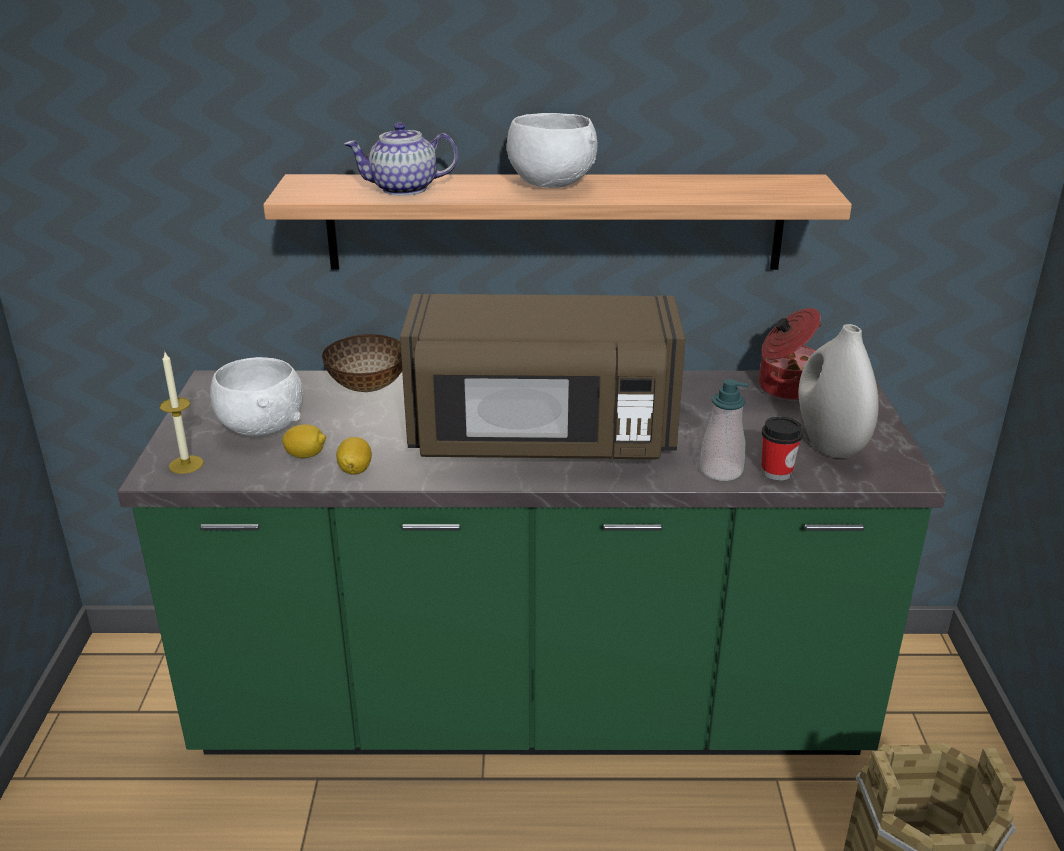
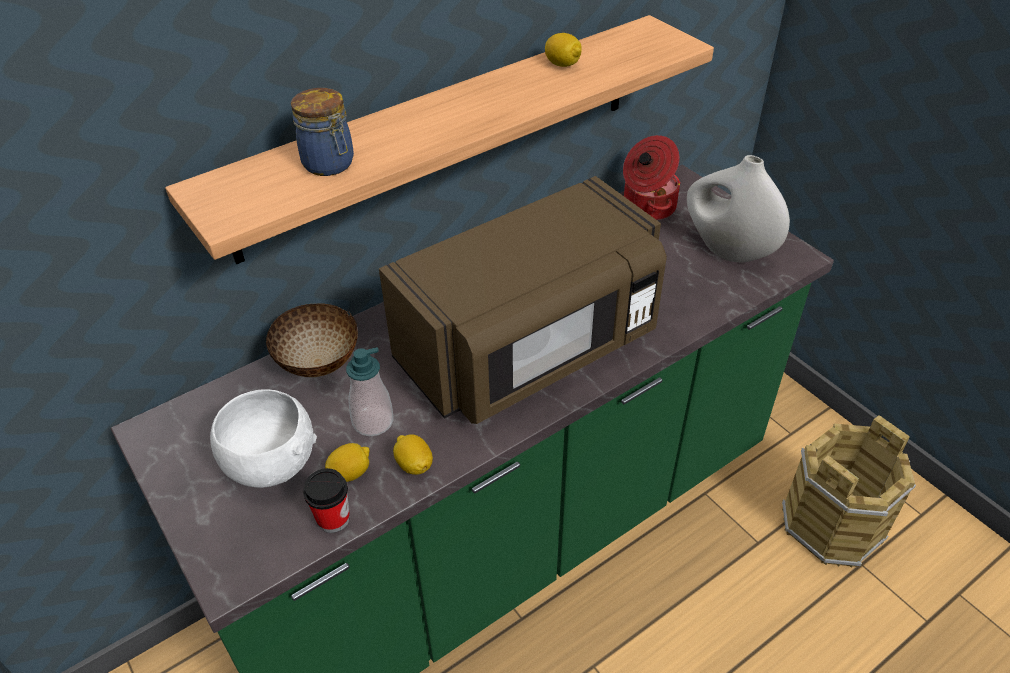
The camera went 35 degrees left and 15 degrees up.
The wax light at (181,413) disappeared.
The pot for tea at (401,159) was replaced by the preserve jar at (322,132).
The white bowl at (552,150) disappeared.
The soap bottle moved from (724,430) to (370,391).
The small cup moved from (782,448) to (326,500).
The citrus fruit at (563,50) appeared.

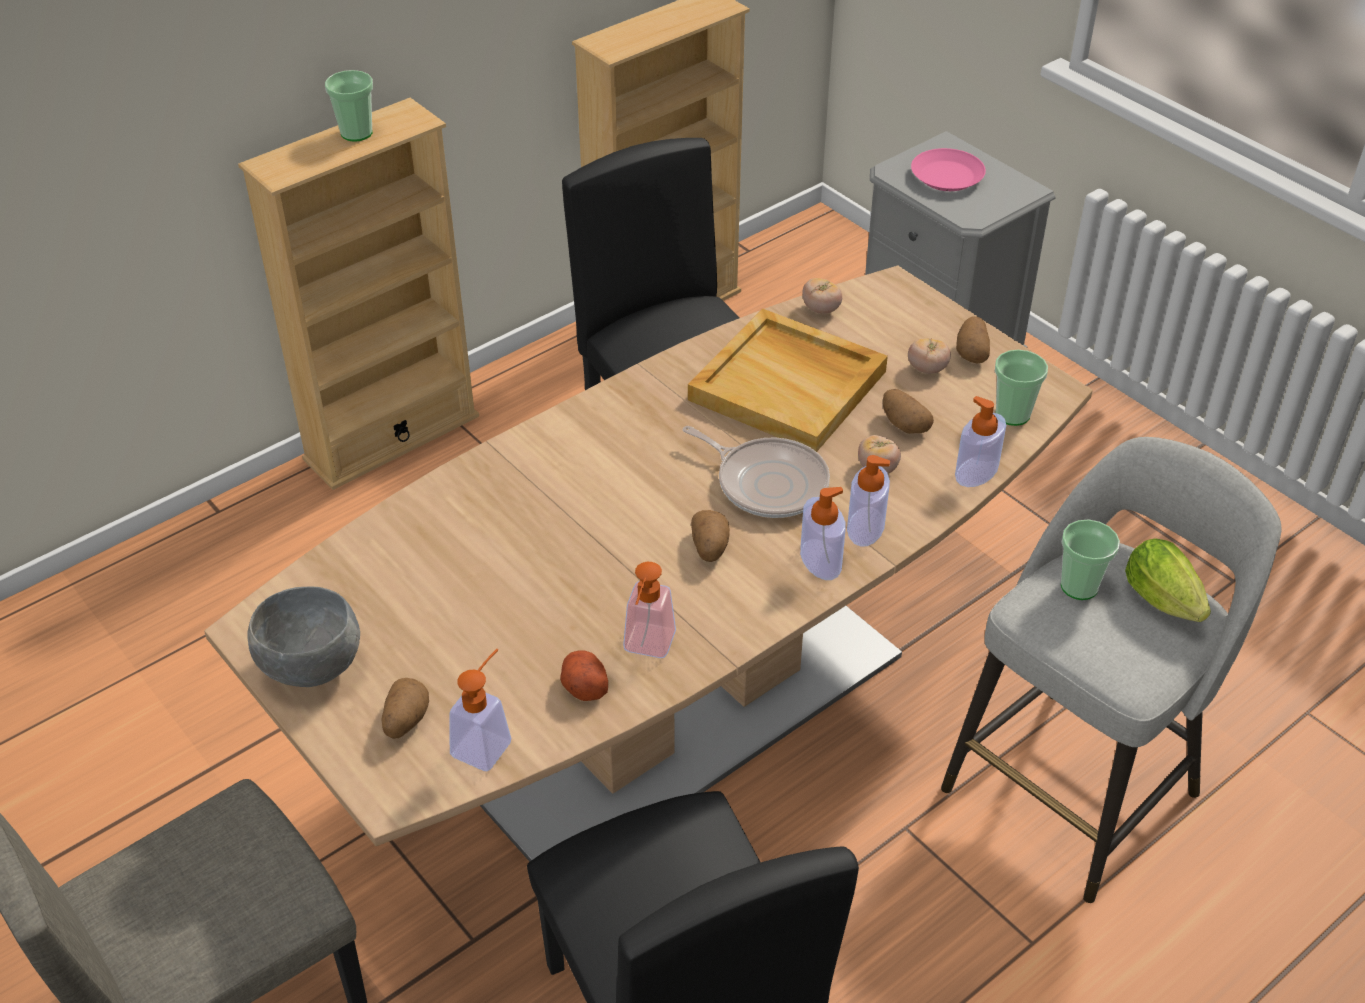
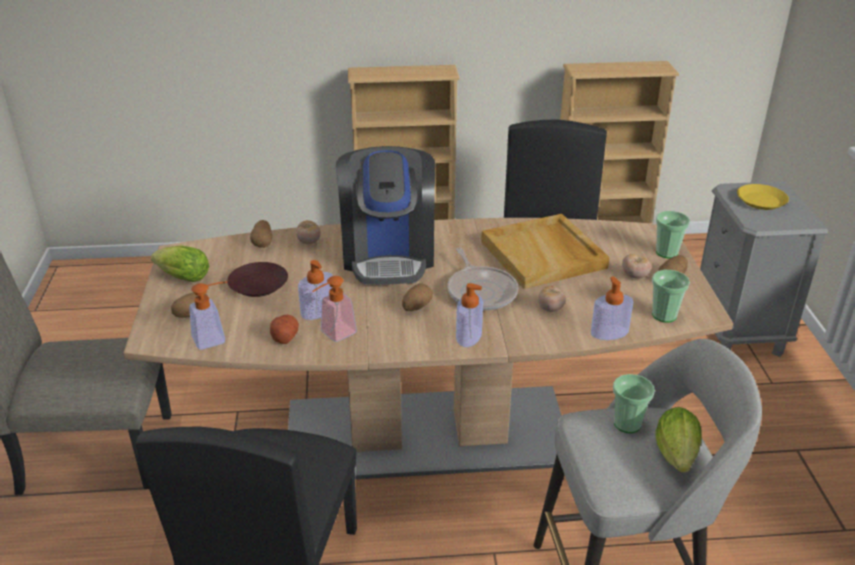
The camera went 35 degrees right and 10 degrees down.
The grey bowl at (303,636) was replaced by the lettuce head at (180,263).
The small cup moved from (349,105) to (673,234).
The tomato moved from (822,296) to (308,232).
The soap bottle moved from (868,501) to (315,290).
The whole potato moved from (908,411) to (261,234).
The pinkish plate at (948,169) became the yellow-coloured plate at (763,197).
The brown-coloured plate at (257,279) appeared.
The coffee machine at (385,215) appeared.

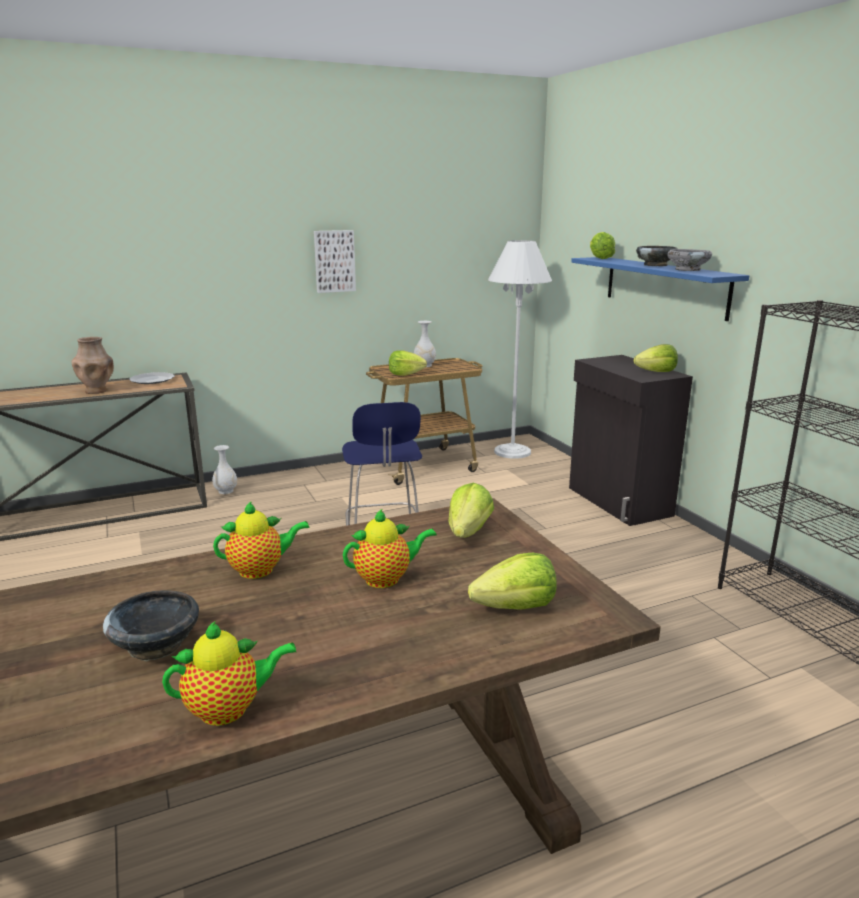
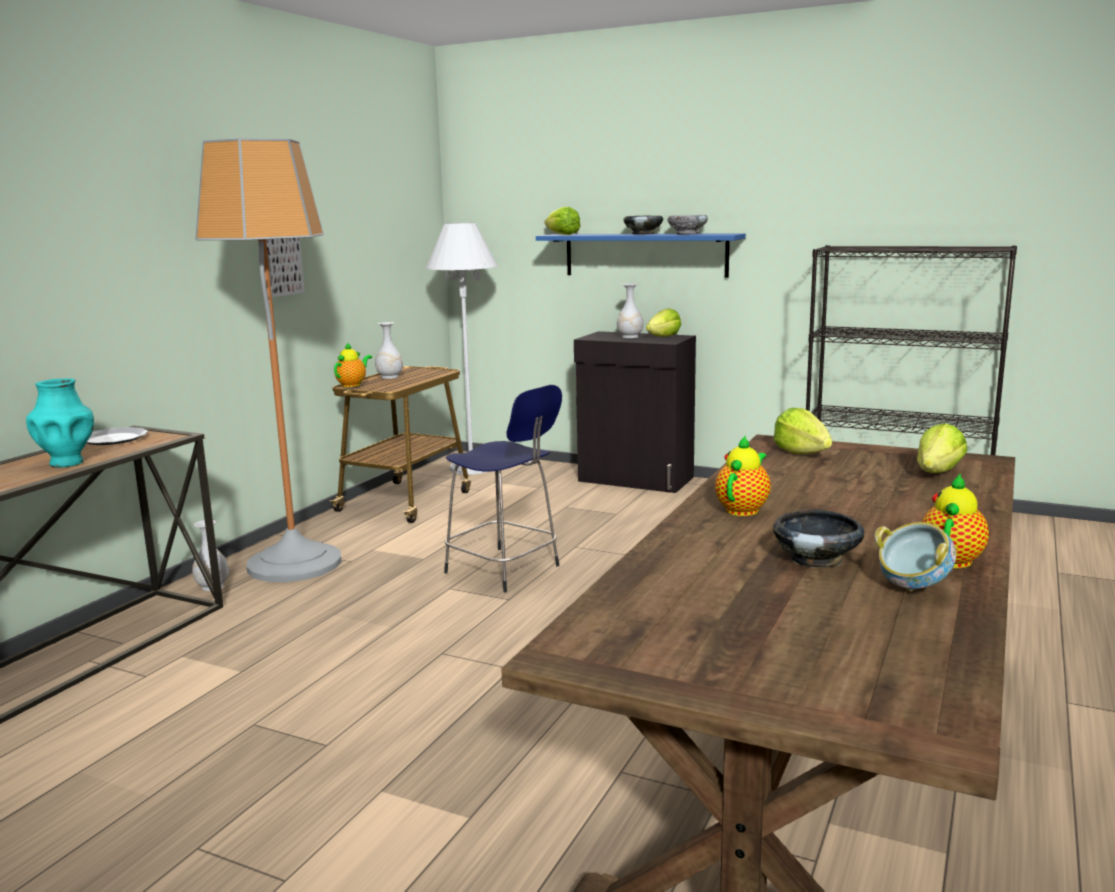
The camera went 40 degrees left and 5 degrees down.
The brown-coloured decorative vase at (93,365) became the turquoise decorative vase at (60,423).
The pot for tea moved from (390,548) to (353,364).
The lettuce head at (408,363) disappeared.
The floor lamp at (268,360) appeared.
The white decorative vase at (630,310) appeared.
The bowl at (915,556) appeared.

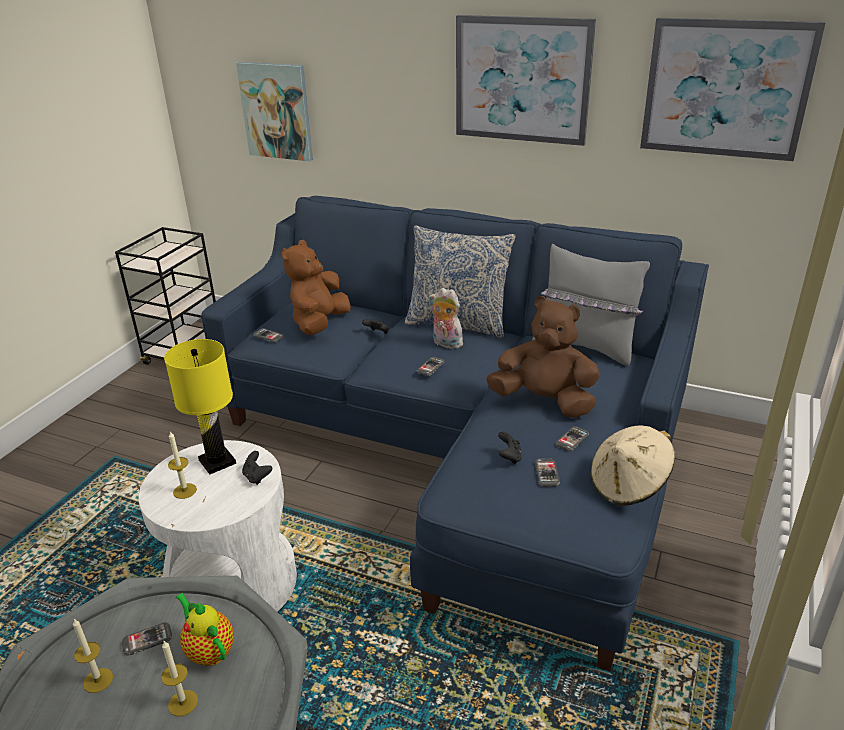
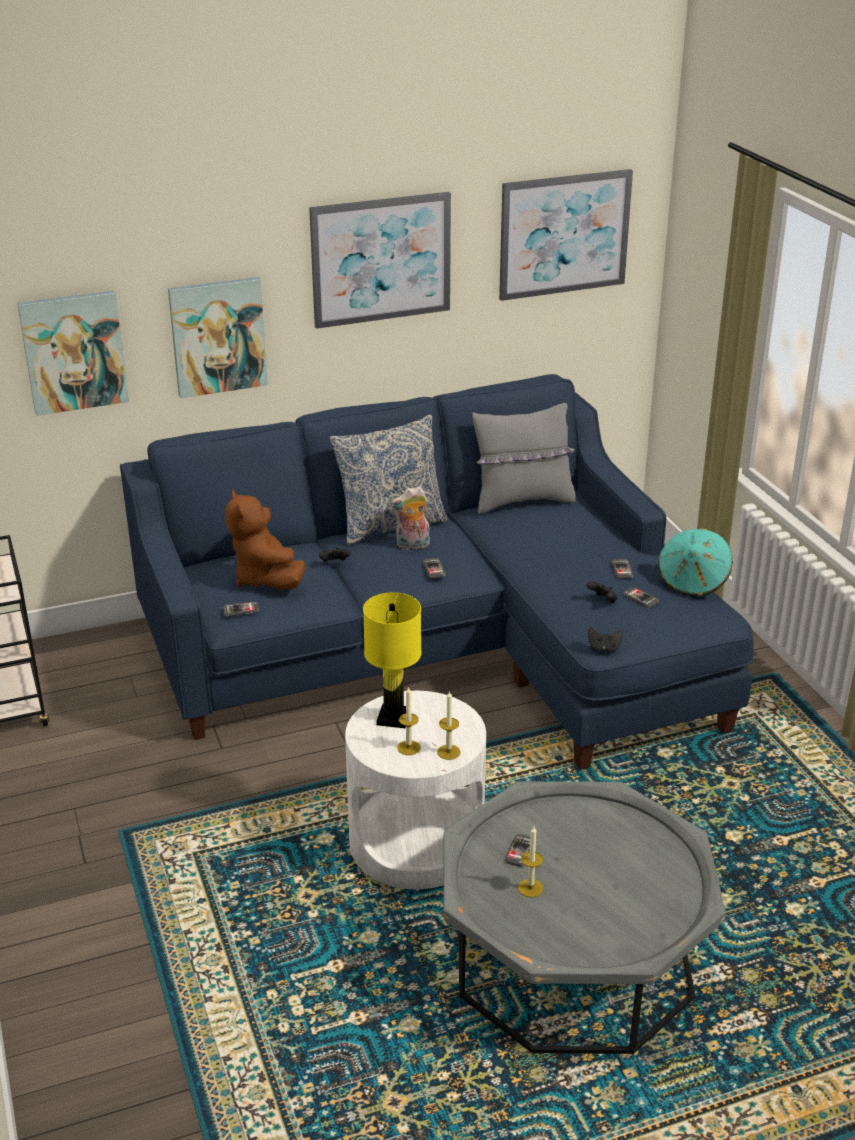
The camera went 45 degrees left and 0 degrees up.
The wax light moved from (179,678) to (448,725).
The pot for tea at (205,629) disappeared.
The black game controller moved from (257,468) to (605,639).
The brown-coloured cuddly toy at (543,357) disappeared.
The beige hat at (632,466) became the turquoise hat at (695,562).
The wall picture at (218,337) appeared.

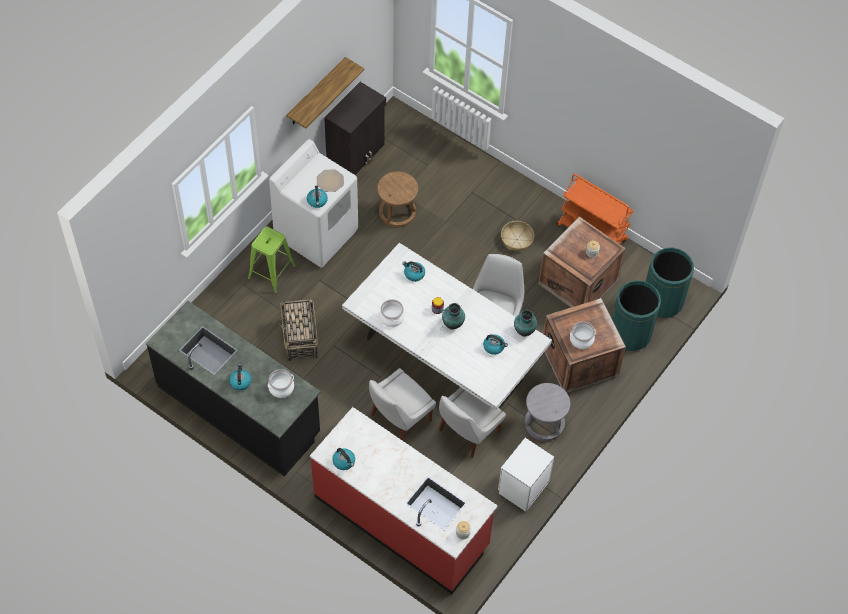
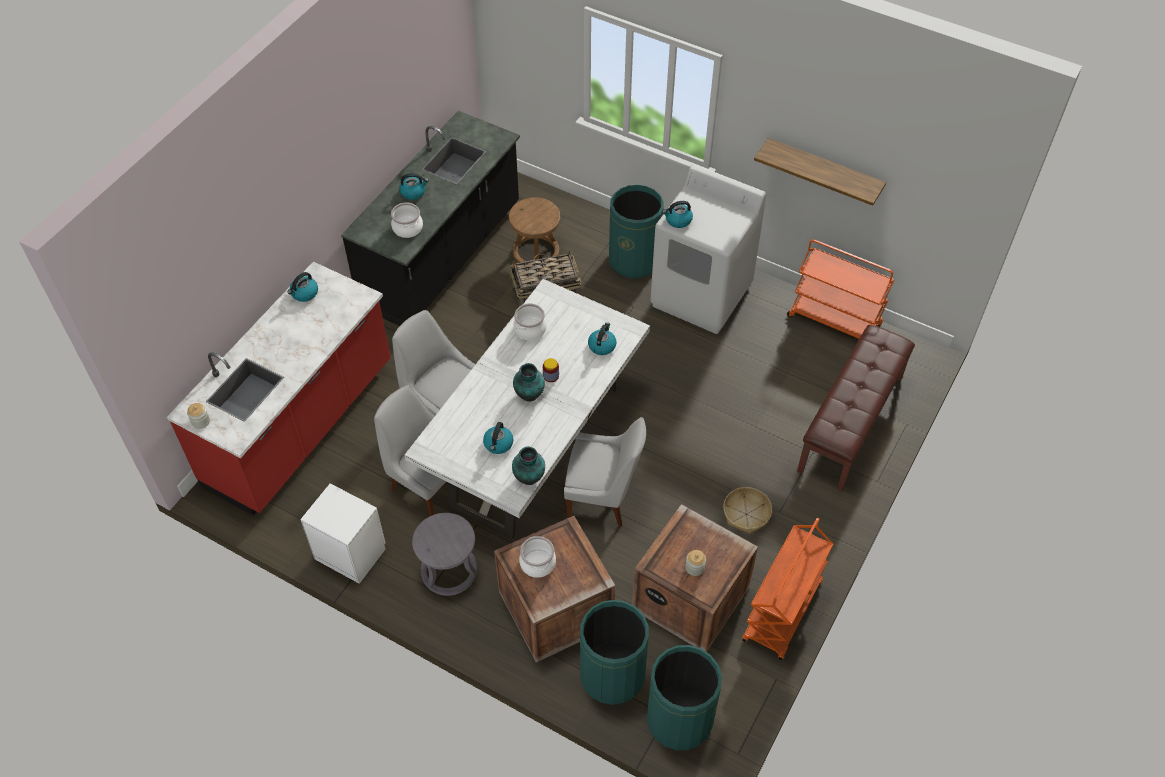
The camera went 85 degrees right and 5 degrees down.
The green sitting stool at (272,259) was replaced by the green rubbish bin at (636,232).
The plate at (330,180) disappeared.
The black storage cabinet at (355,128) was replaced by the orange trolley at (840,289).
The brown-coloured sitting stool moved from (397,199) to (534,230).
The brown-coloured long seat at (856,408) appeared.

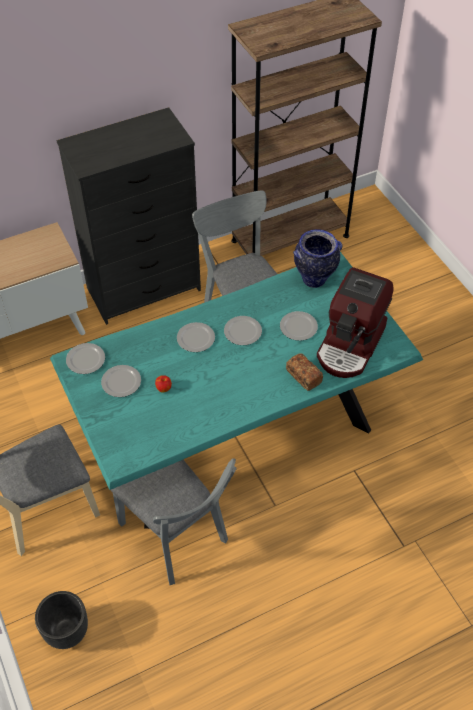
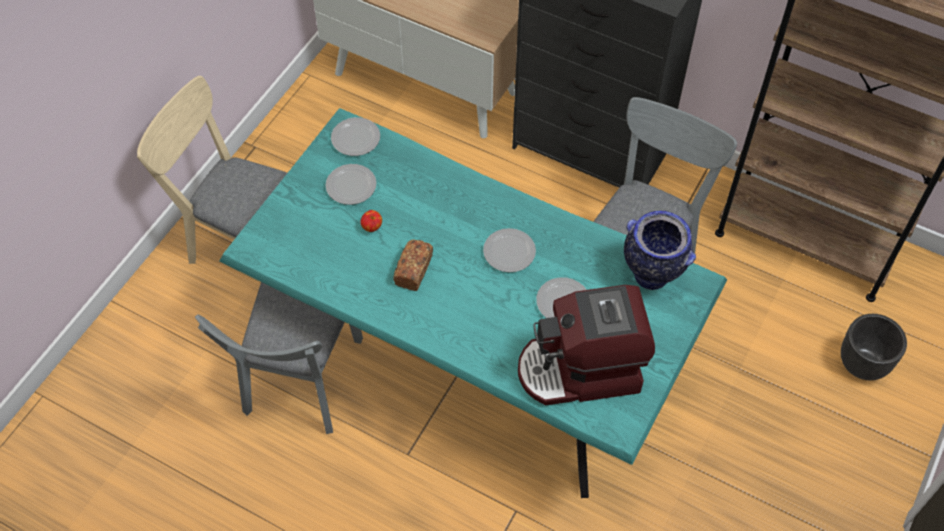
The camera went 55 degrees right and 5 degrees up.
The black planter moved from (61,620) to (874,347).
The plate at (196,337) disappeared.
The baked bread moved from (304,372) to (413,265).

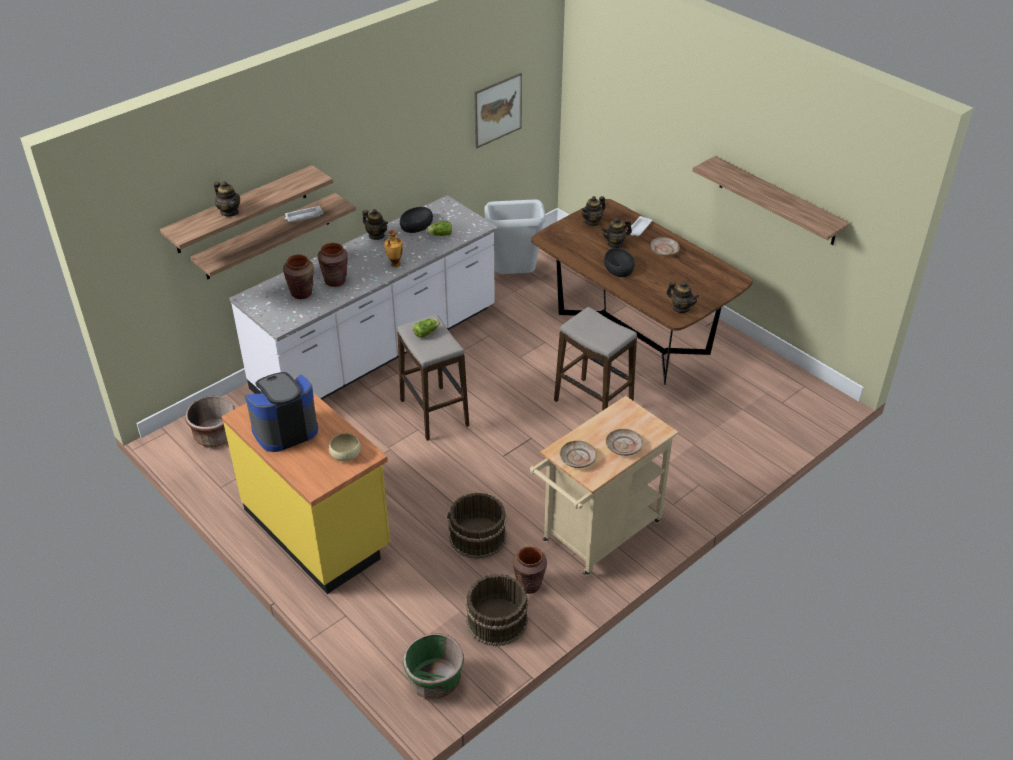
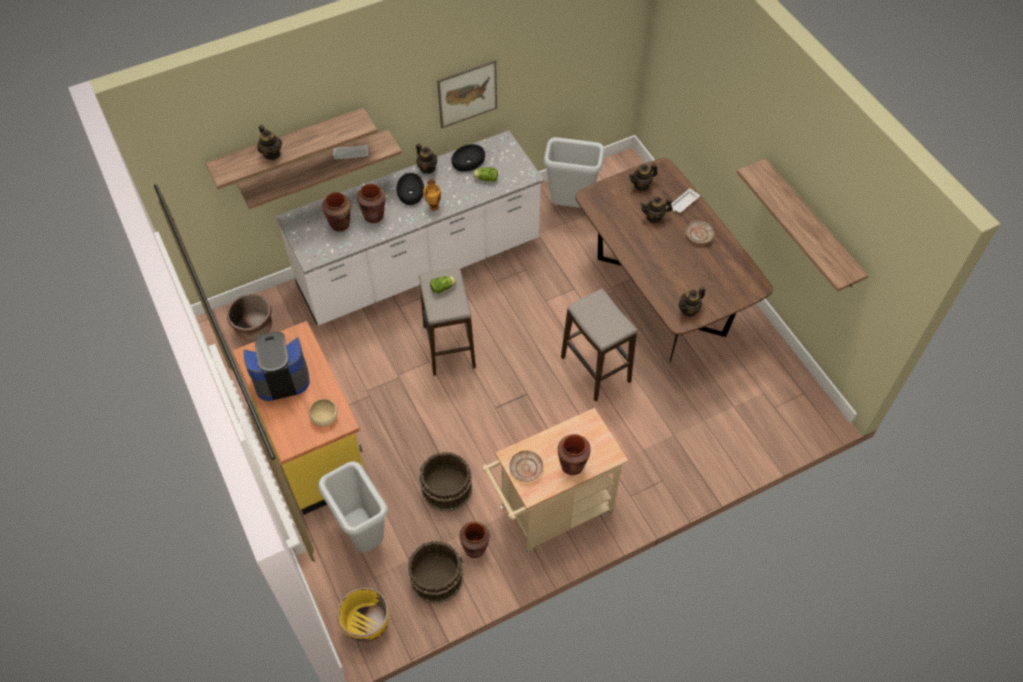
The camera went 15 degrees right and 15 degrees up.
The green planter at (433,666) became the yellow-coloured planter at (363,614).
The wall picture moved from (498,110) to (467,94).
The black bowl moved from (619,262) to (410,189).
The beige plate at (624,442) was replaced by the brown-coloured decorative vase at (574,454).
The pot for tea at (682,297) turned 90 degrees clockwise.
The grey rubbish bin at (353,506) appeared.

